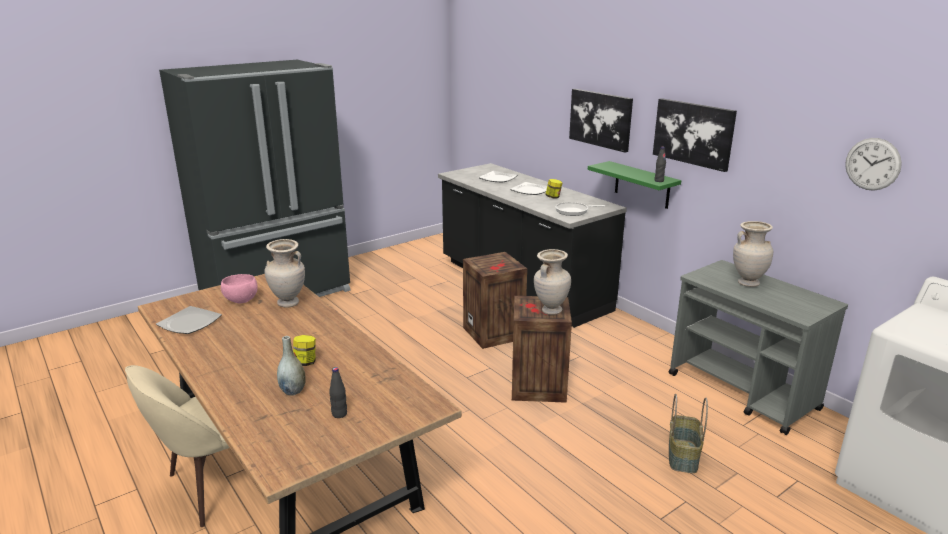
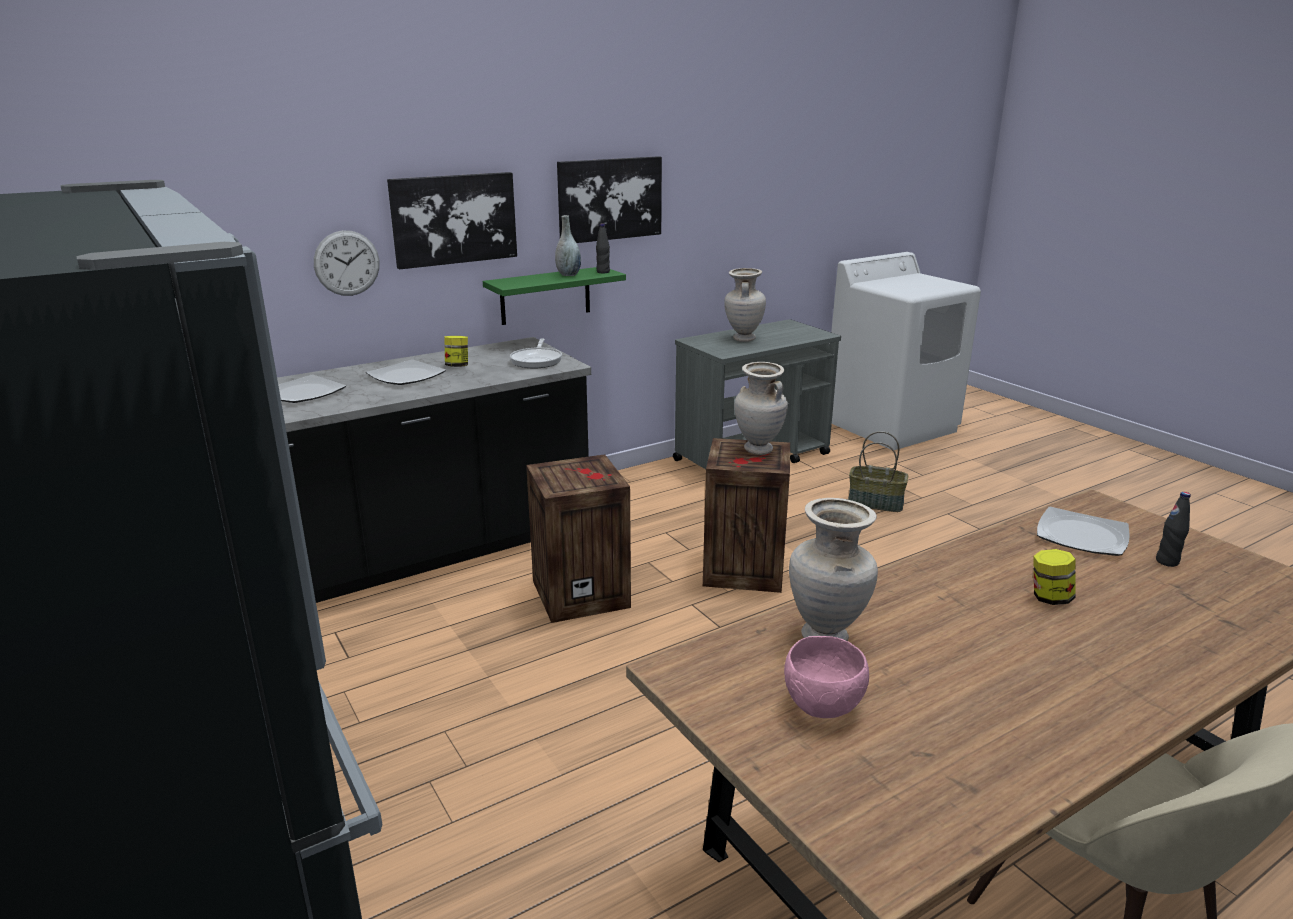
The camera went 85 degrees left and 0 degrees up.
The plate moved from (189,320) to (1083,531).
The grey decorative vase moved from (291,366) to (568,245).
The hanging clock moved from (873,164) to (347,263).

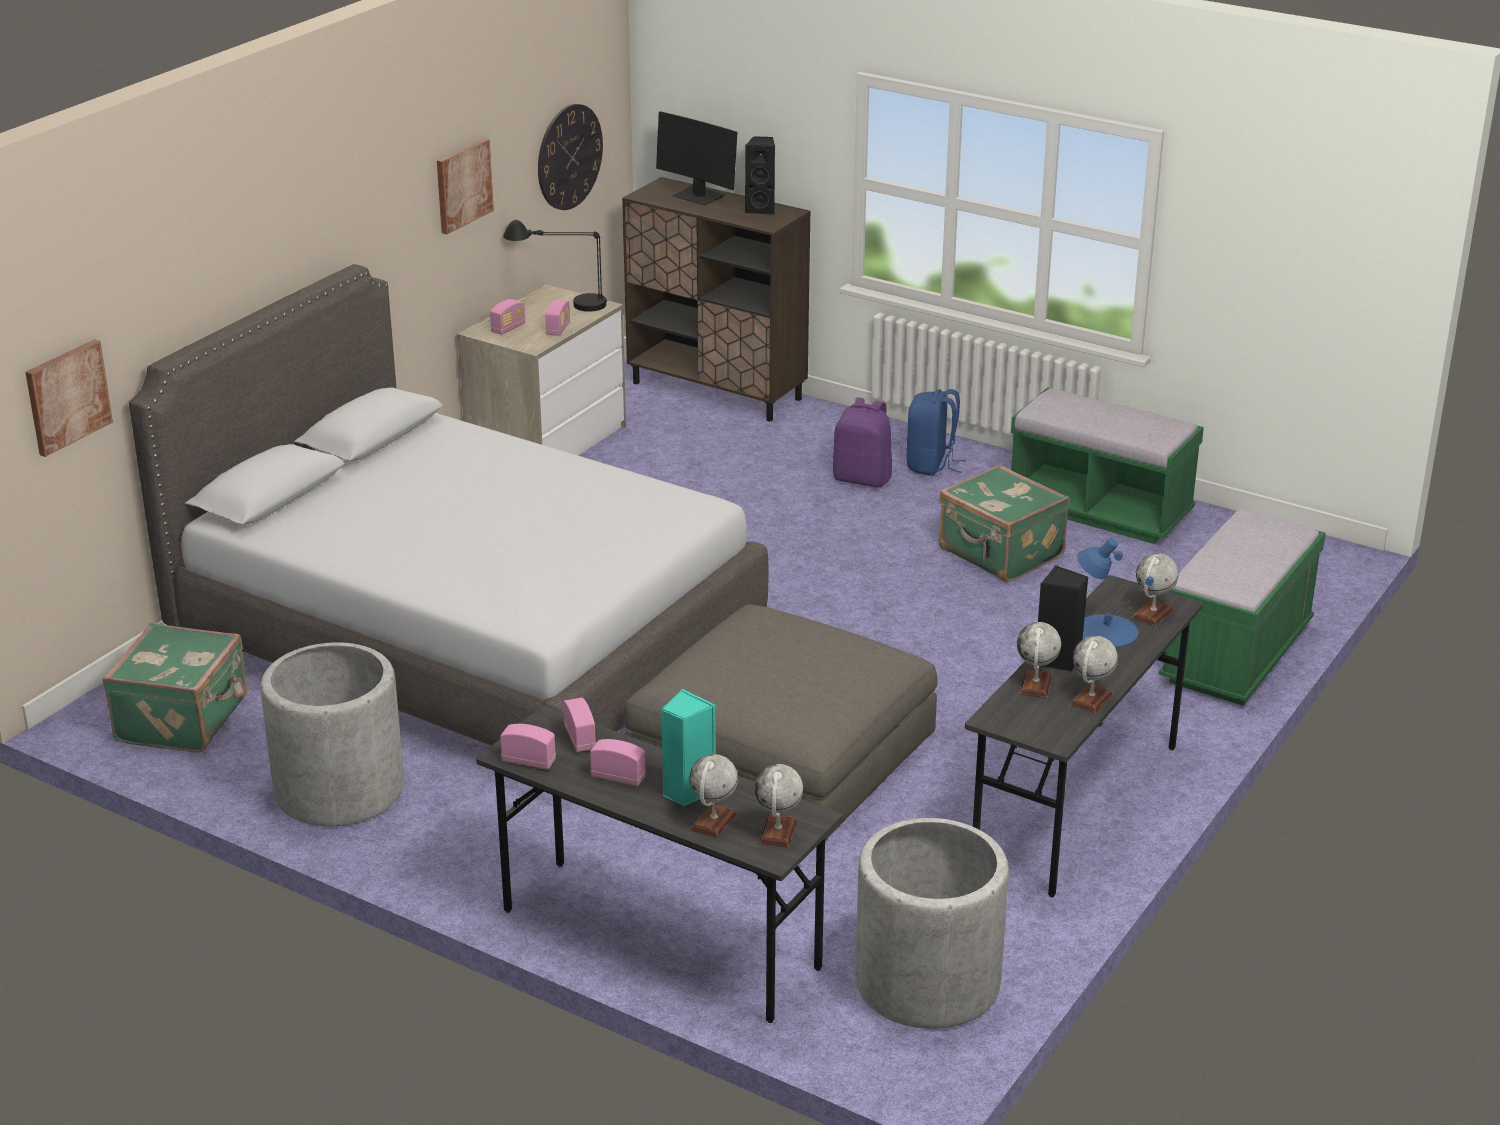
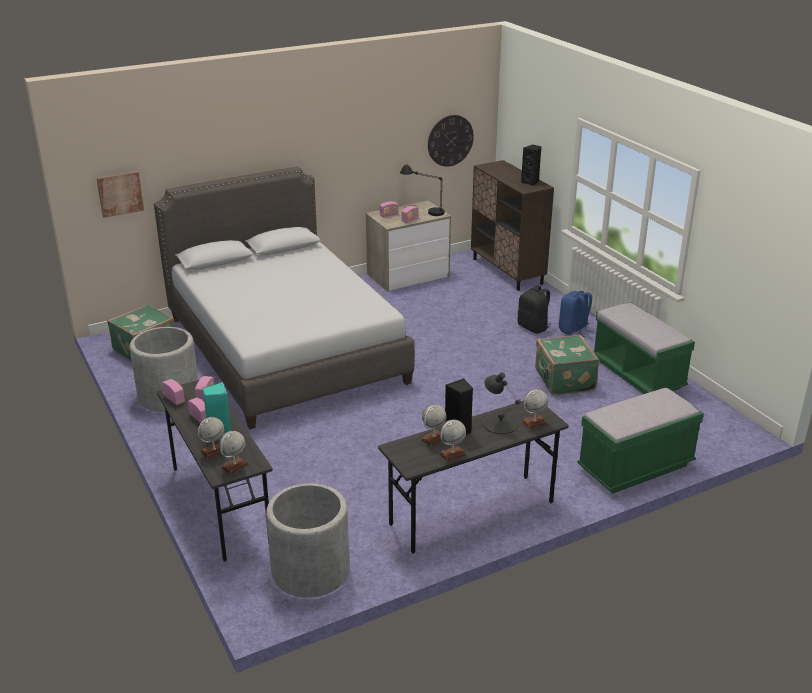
The camera went 30 degrees right and 0 degrees up.
The wall picture at (465,186) disappeared.
The grey pouffe at (781,722) disappeared.
The computer screen at (697,158) disappeared.
The purple knapsack at (862,442) became the black knapsack at (534,309).
The bluish table lamp at (1115,593) became the black table lamp at (502,403).

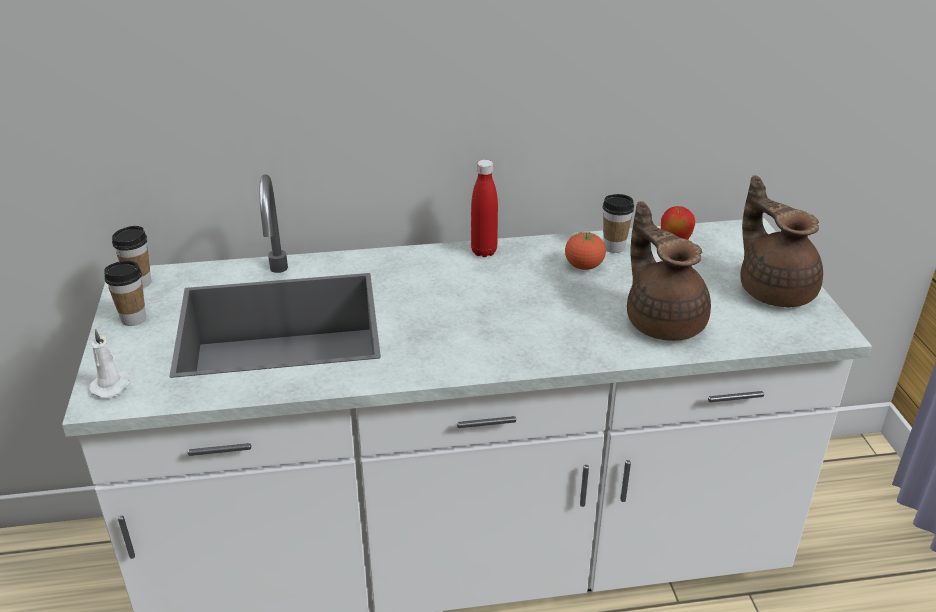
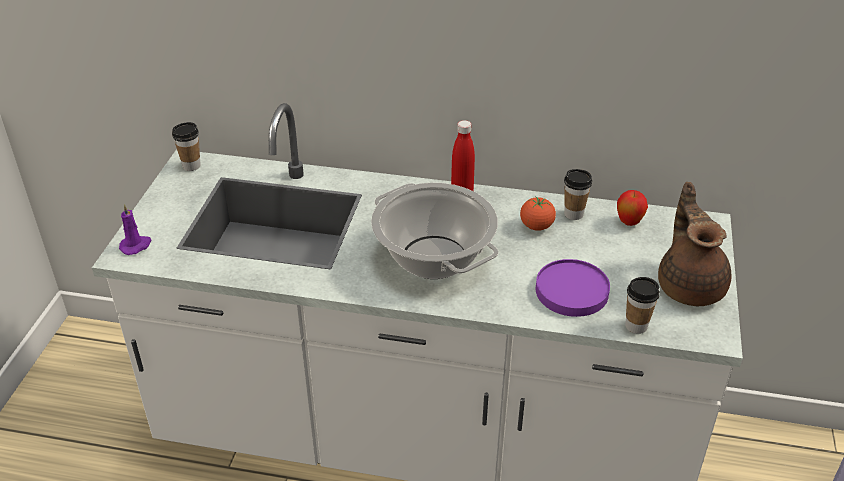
The camera went 20 degrees right and 5 degrees up.
The white wax light at (110,364) became the purple wax light at (135,229).
The small cup moved from (125,293) to (642,305).
The brown-coloured pot for tea at (669,271) was replaced by the purple plate at (573,288).
The saucepot at (435,231) appeared.

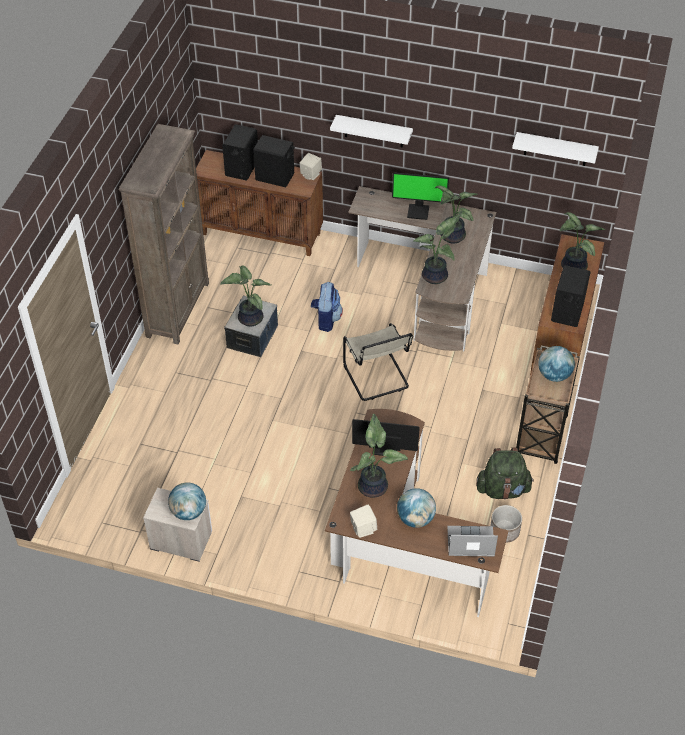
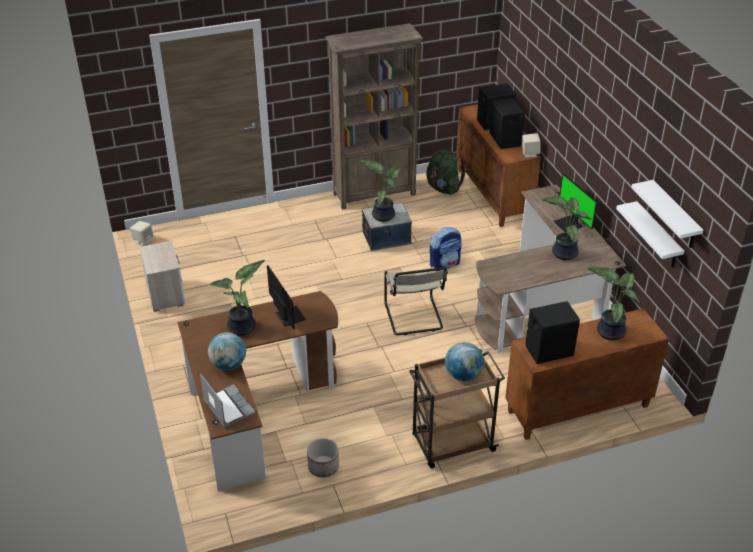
The camera went 55 degrees right and 10 degrees down.
The desk globe at (187,501) disappeared.
The white bracket shelf moved from (371,131) to (650,234).
The beige plain chair at (378,362) turned 45 degrees counterclockwise.
The beige loudspeaker moved from (363,521) to (142,233).
The houseplant at (437,249) disappeared.
The green knapsack moved from (505,473) to (446,172).

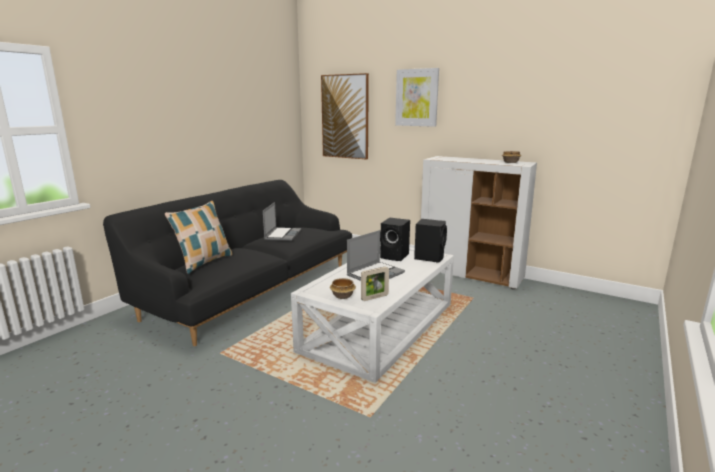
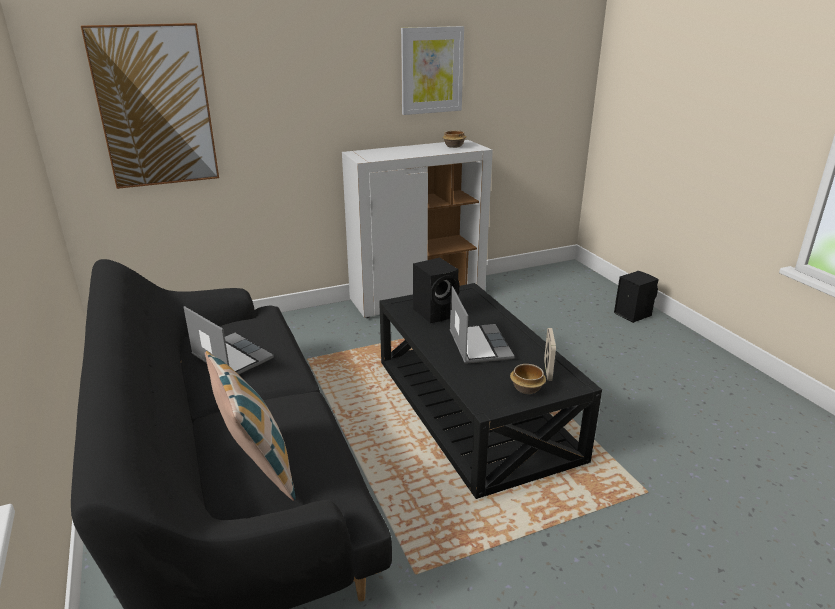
The camera went 55 degrees left and 10 degrees up.
The white low table at (372,315) became the black low table at (490,391).
The wall picture moved from (417,97) to (432,70).
The black loudspeaker moved from (430,241) to (636,297).

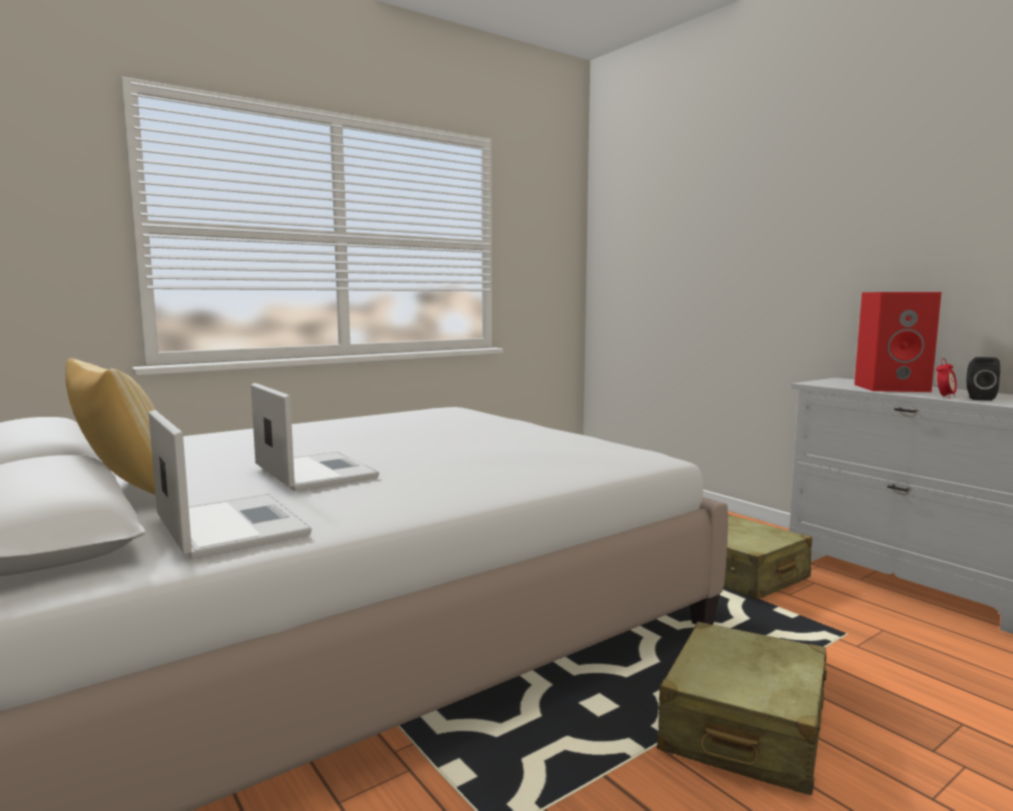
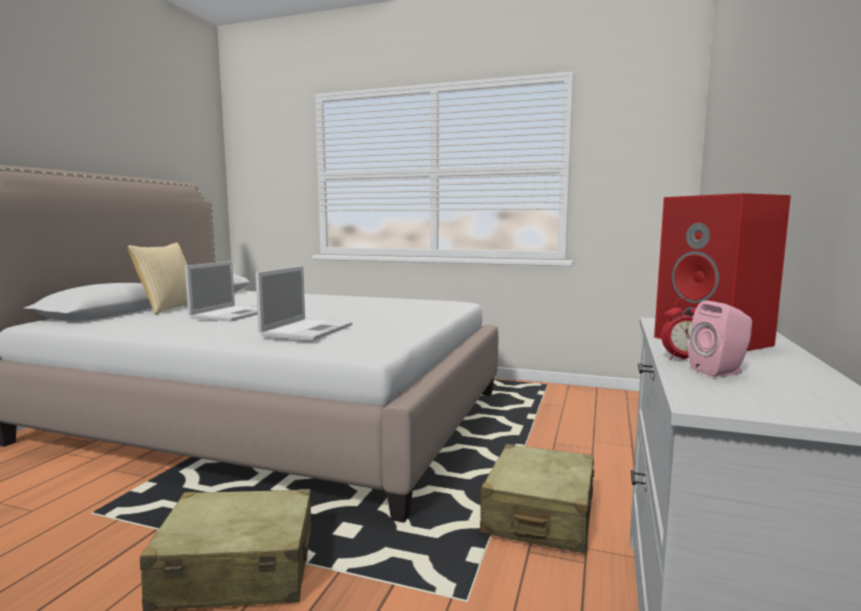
The camera went 55 degrees right and 0 degrees up.
The laptop moved from (230,484) to (303,303).
The black loudspeaker at (983,379) became the pinkish loudspeaker at (720,338).

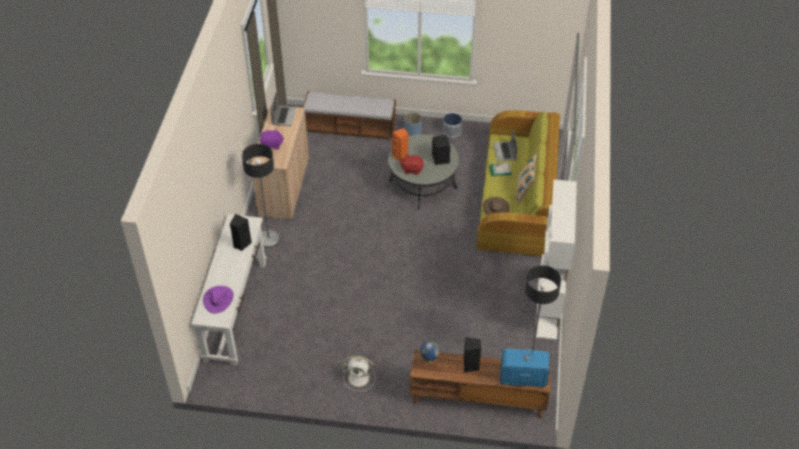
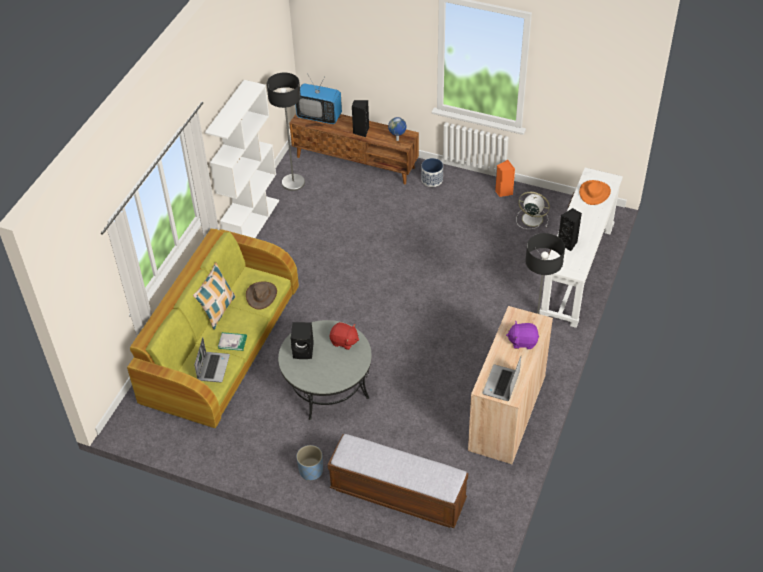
The camera went 165 degrees left and 0 degrees up.
The purple hat at (218,300) became the orange hat at (595,192).
The white fan moved from (358,373) to (533,210).
The orange loudspeaker moved from (400,145) to (505,178).
The planter moved from (452,125) to (432,172).

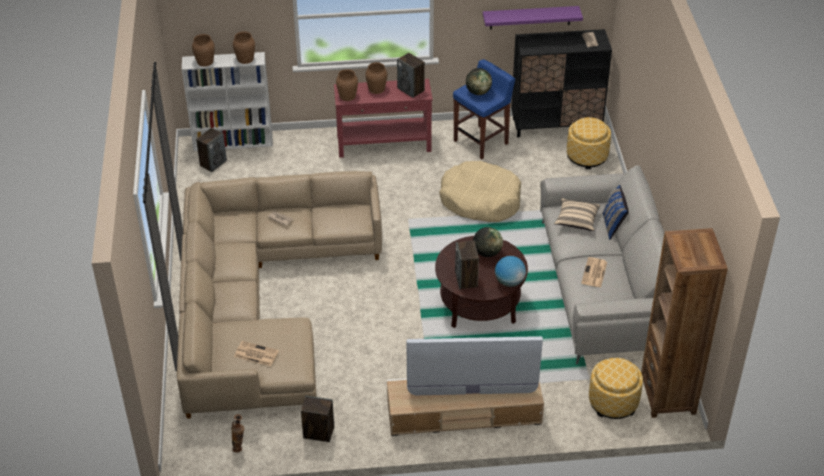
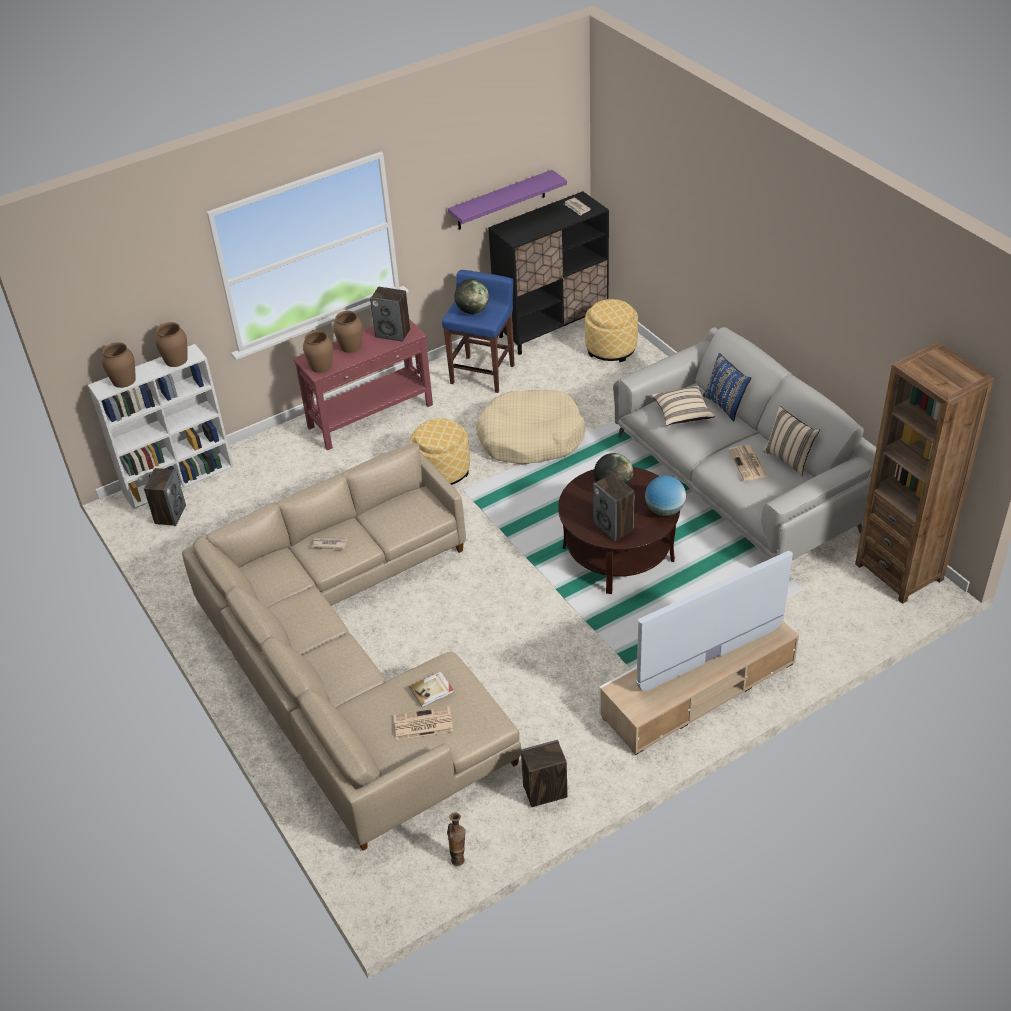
The camera went 25 degrees left and 0 degrees up.
The pouffe moved from (616,388) to (440,451).
The book at (431,689) appeared.
The beige pillow at (791,441) appeared.

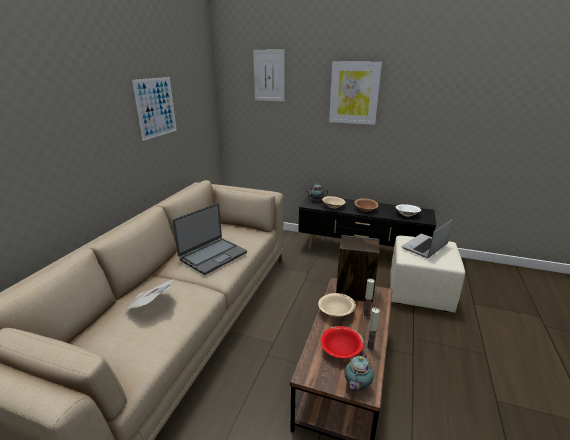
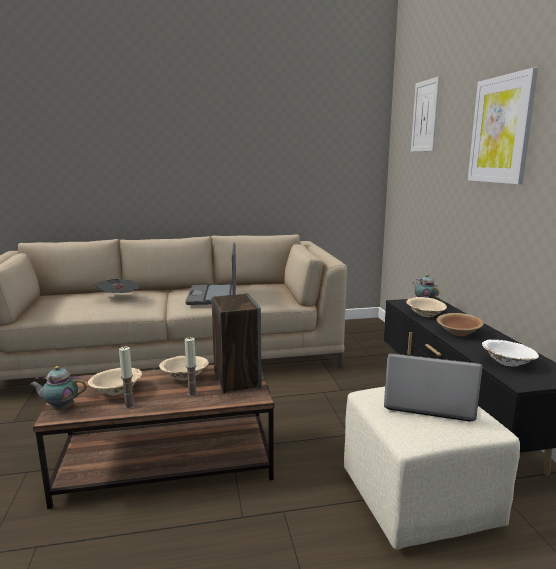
The camera went 60 degrees right and 10 degrees down.
The wall picture at (154,109) disappeared.
The laptop at (210,239) turned 75 degrees clockwise.
The red bowl at (342,342) became the beige bowl at (115,381).

